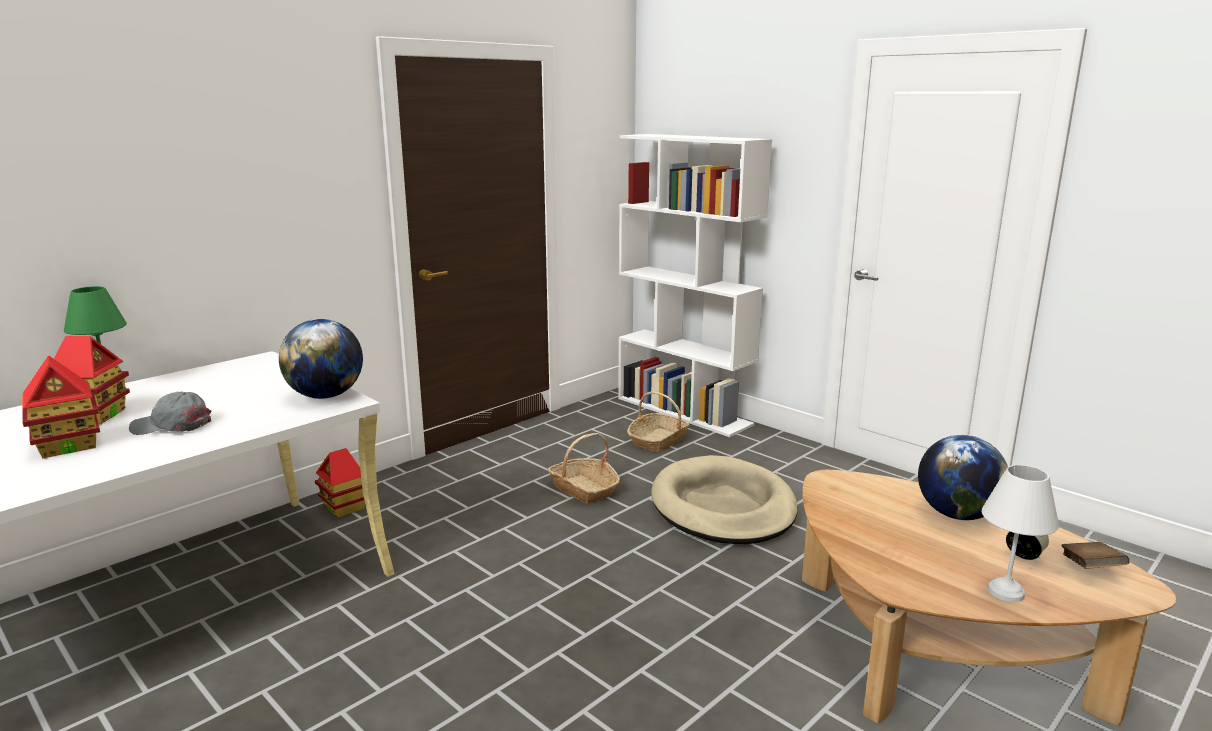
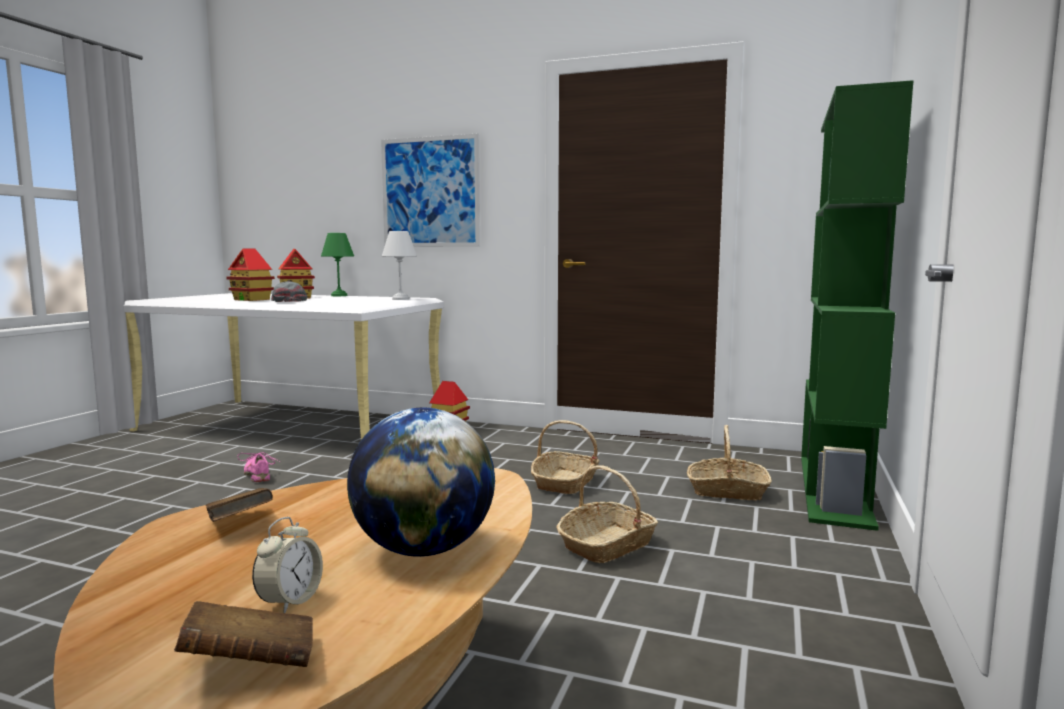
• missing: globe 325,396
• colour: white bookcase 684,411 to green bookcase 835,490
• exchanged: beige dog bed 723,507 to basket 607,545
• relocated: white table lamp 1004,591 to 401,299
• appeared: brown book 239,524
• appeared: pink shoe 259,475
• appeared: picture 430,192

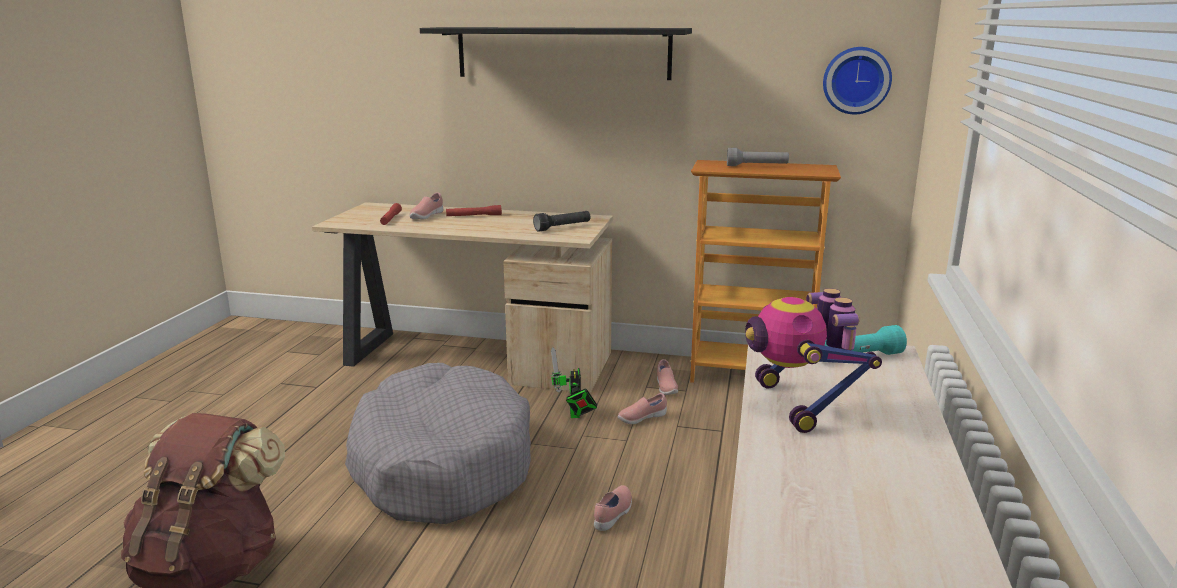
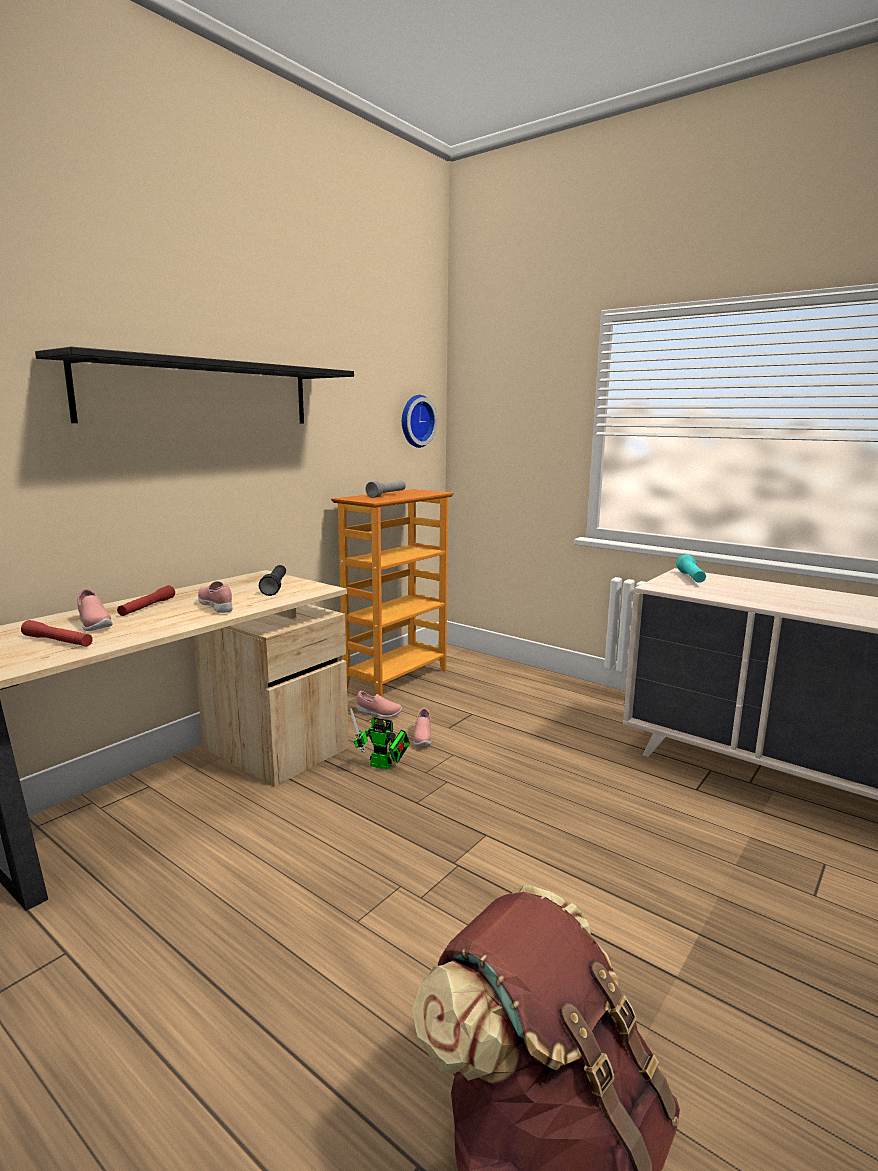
• missing: grey dog bed 441,464
• relocated: pink shoe 613,515 to 217,607
• missing: toy robot 798,405

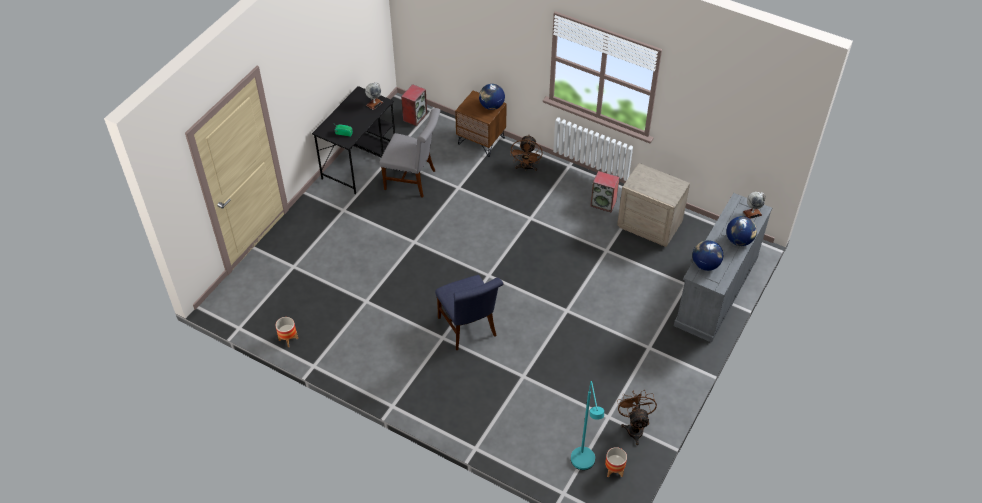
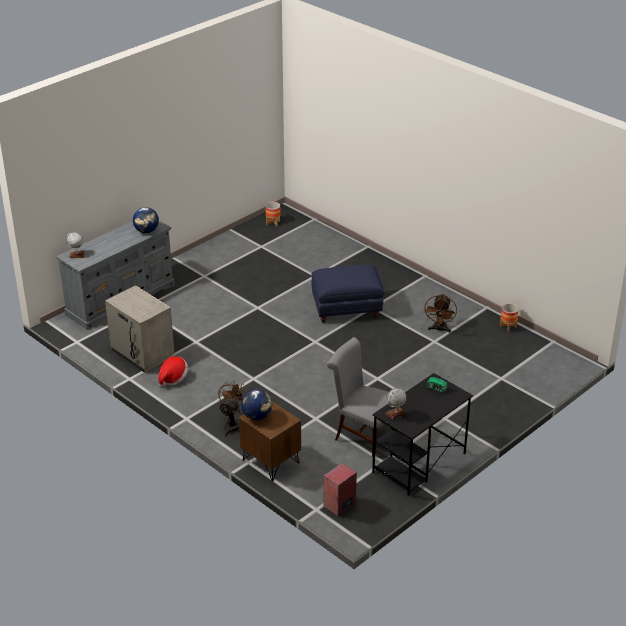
• exchanged: blue chair 469,329 to blue ottoman 347,309
• missing: turquoise floor lamp 584,465
• exchanged: speaker 603,203 to hat 173,378
• relocated: brown fan 634,427 to 439,329
• missing: globe 739,240

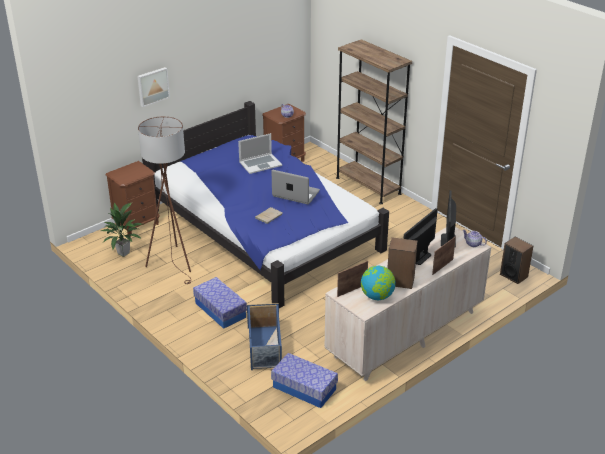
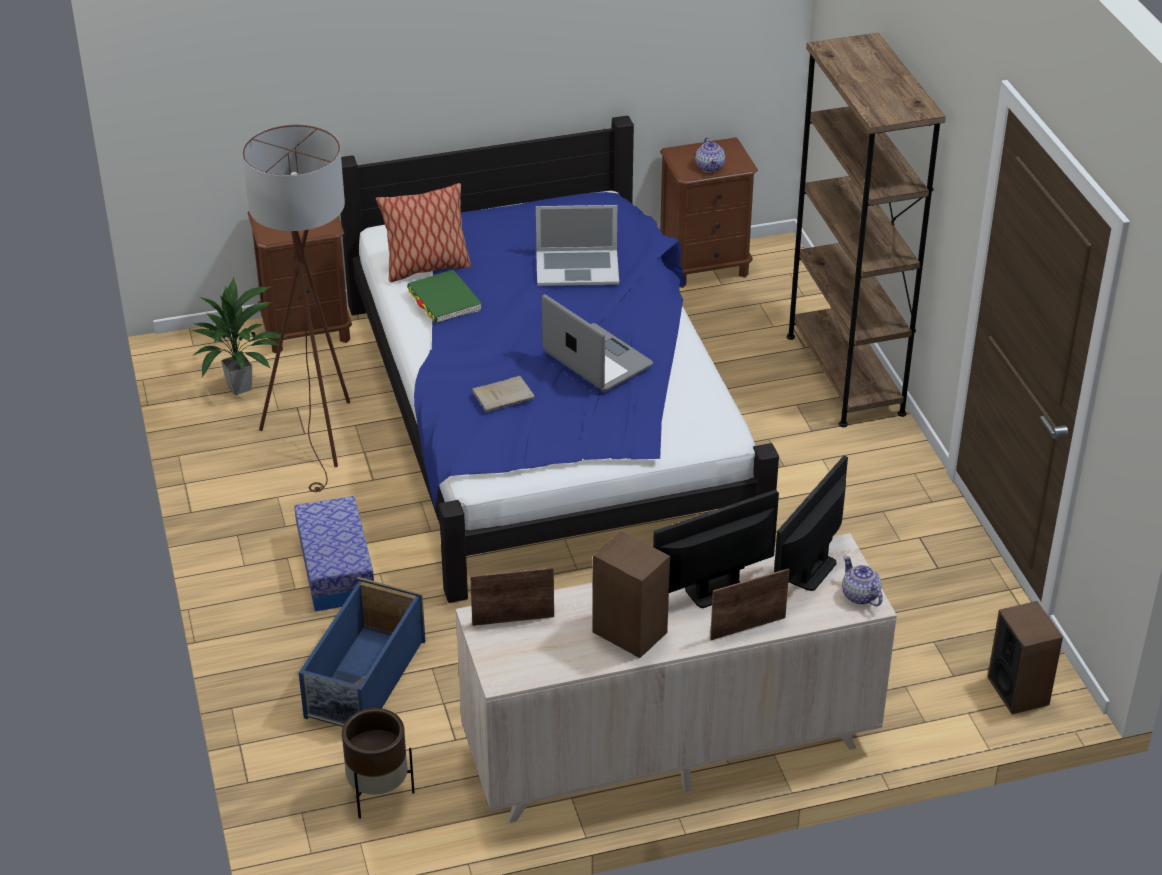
• missing: picture 152,86
• exchanged: storage box 304,388 to brown planter 379,794
• missing: globe 377,296
• appeared: pillow 426,268
• appeared: green book 444,300

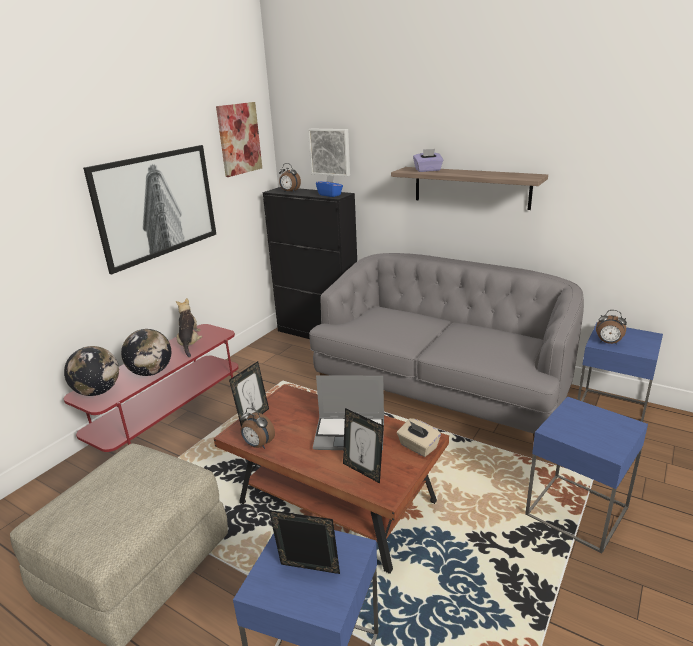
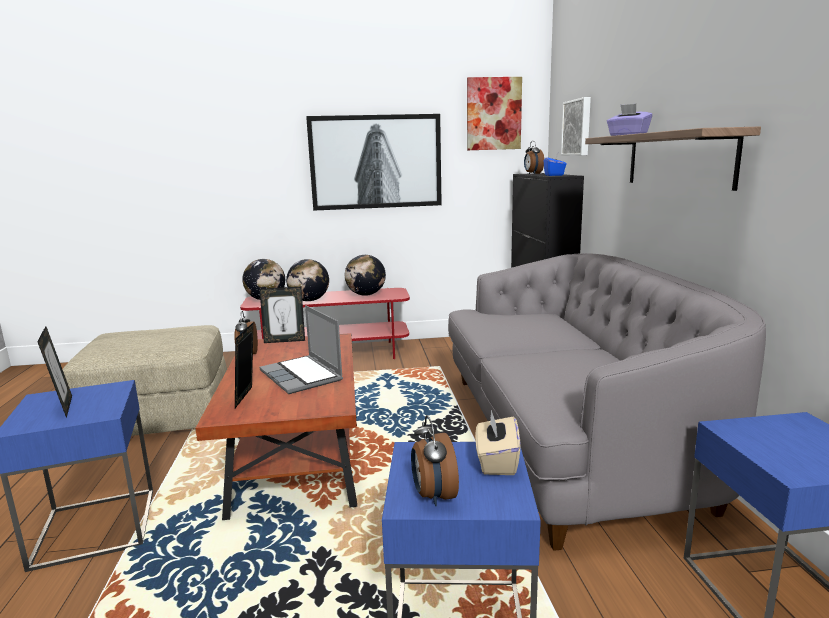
• exchanged: plush toy 190,344 to globe 366,295
• relocated: beige tissue box 418,447 to 496,461
• relocated: alarm clock 608,343 to 433,495

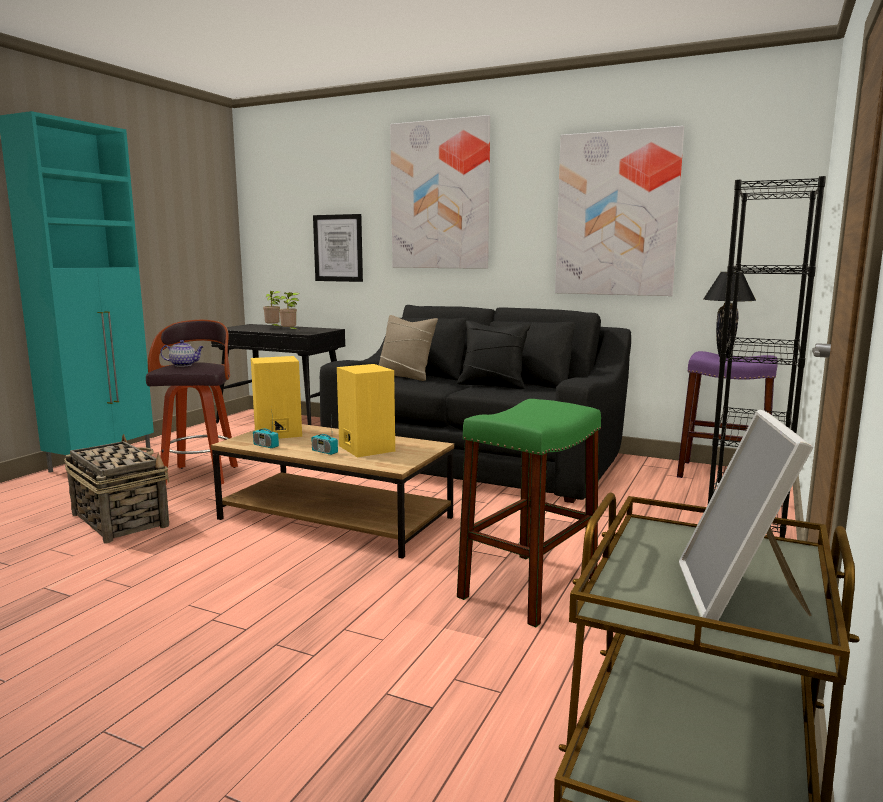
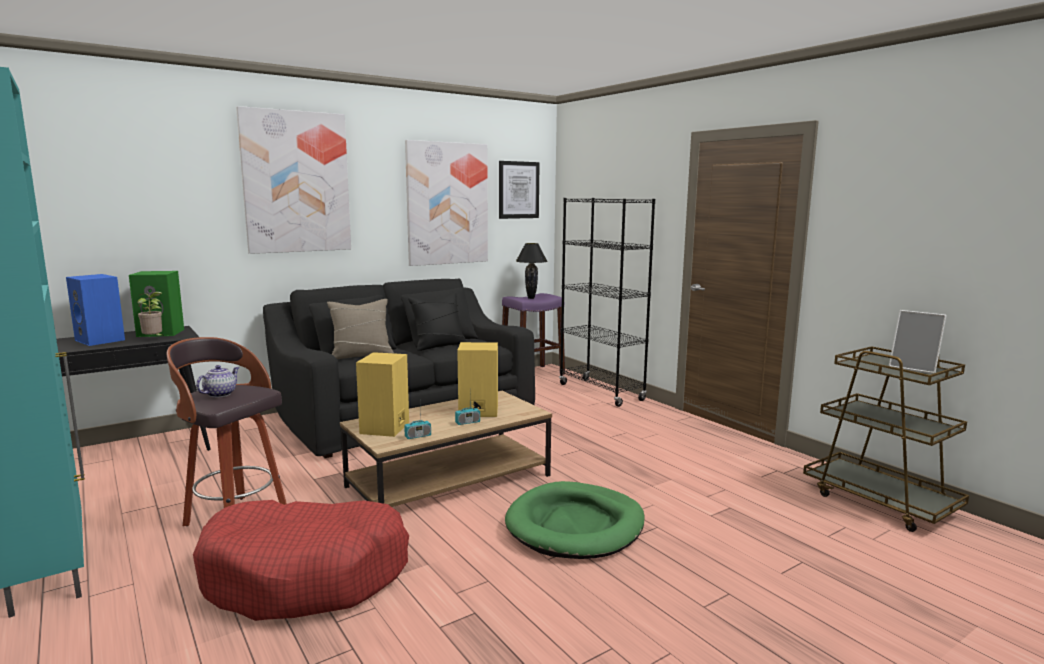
• exchanged: basket 119,520 to red dog bed 306,575
• exchanged: potted plant 273,328 to blue speaker 101,340
• relocated: picture 338,248 to 518,190
• missing: green stool 529,587
• appeared: green speaker 162,333
• appeared: green dog bed 575,525

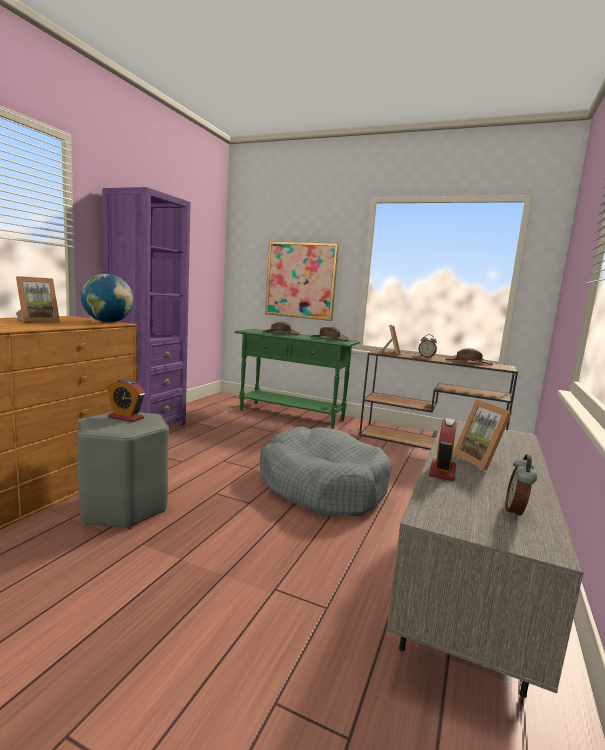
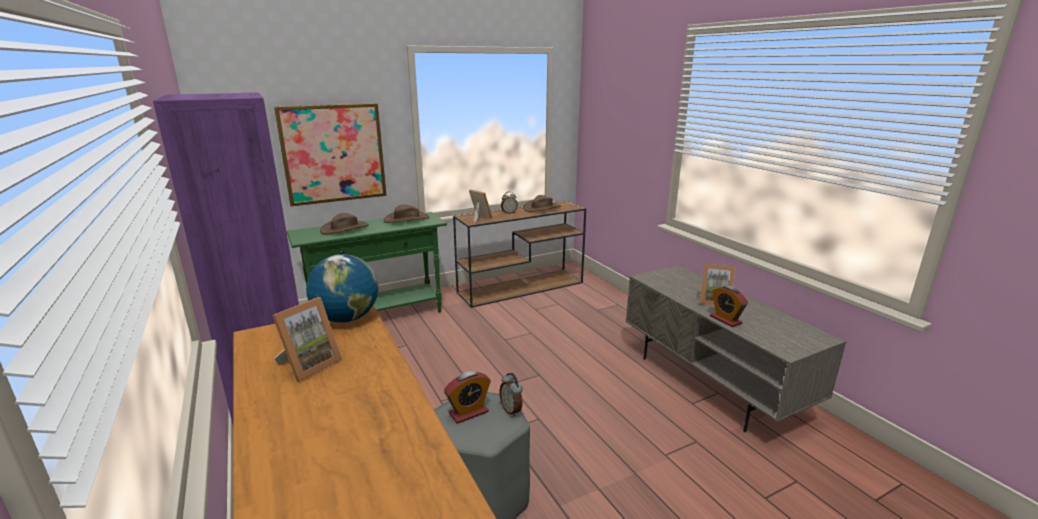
• spun: picture frame 37,321 = 309,365 45 degrees clockwise
• missing: grey dog bed 322,486
• relocated: alarm clock 516,512 to 511,410

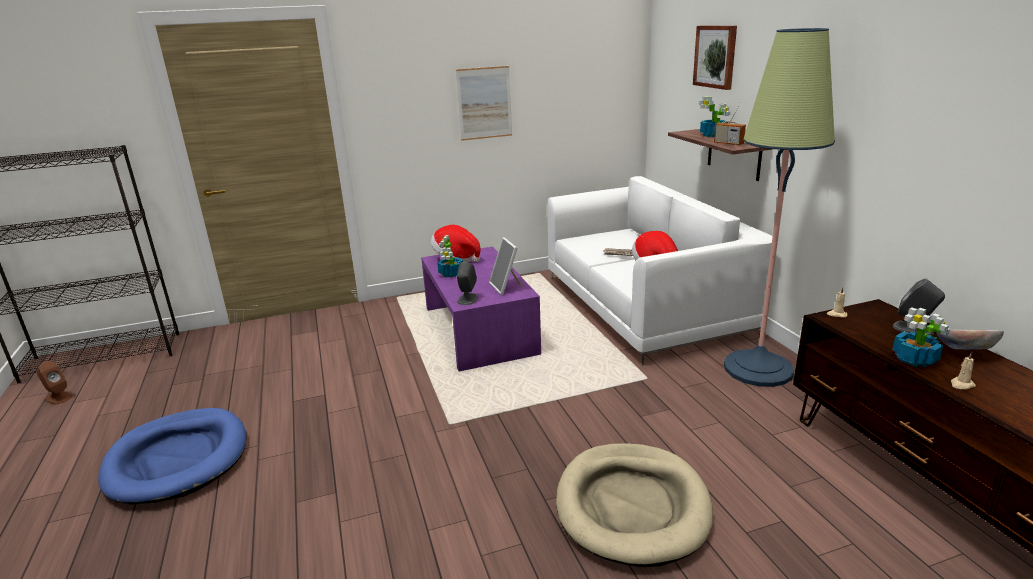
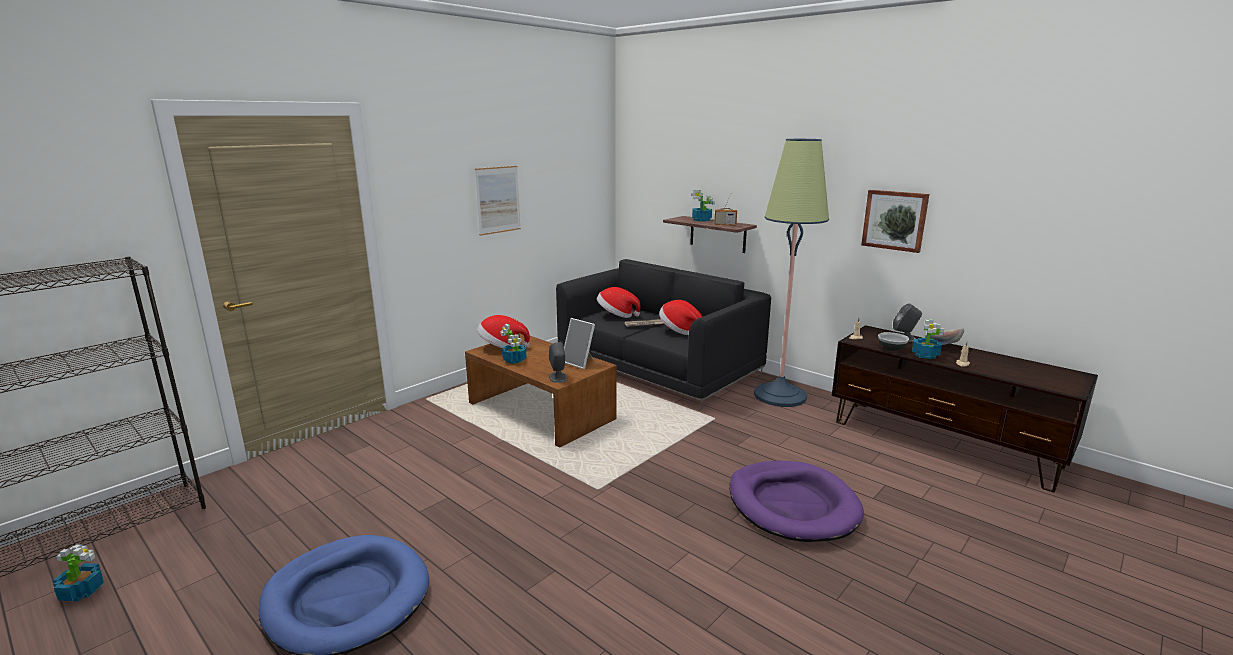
• exchanged: brown speaker 58,397 to potted plant 82,591
• colour: purple coffee table 480,330 to brown coffee table 541,411
• colour: white sofa 645,305 to black sofa 659,367
• colour: beige dog bed 632,506 to purple dog bed 792,505
• relocated: picture 716,56 to 895,220
• appeared: hat 616,315
• appeared: bowl 891,348

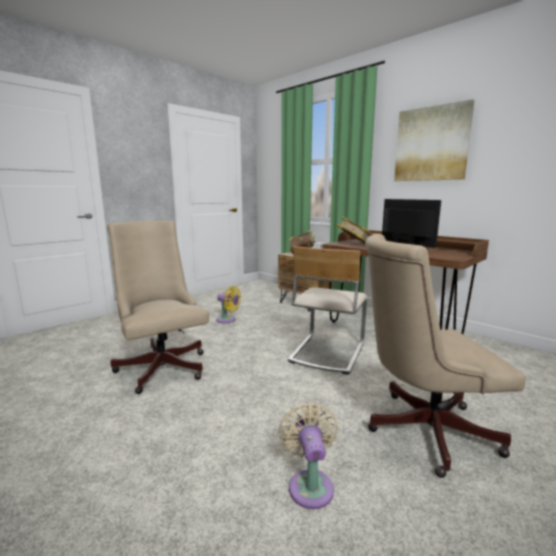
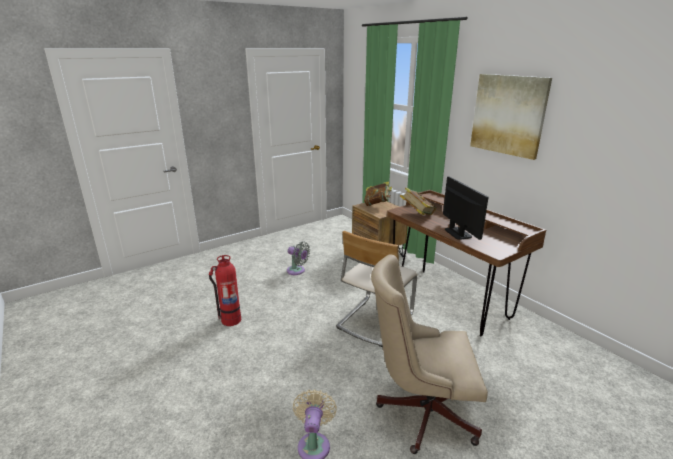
• exchanged: beige office chair 162,365 to fire extinguisher 230,320
• colour: yellow fan 228,320 to grey fan 297,271

